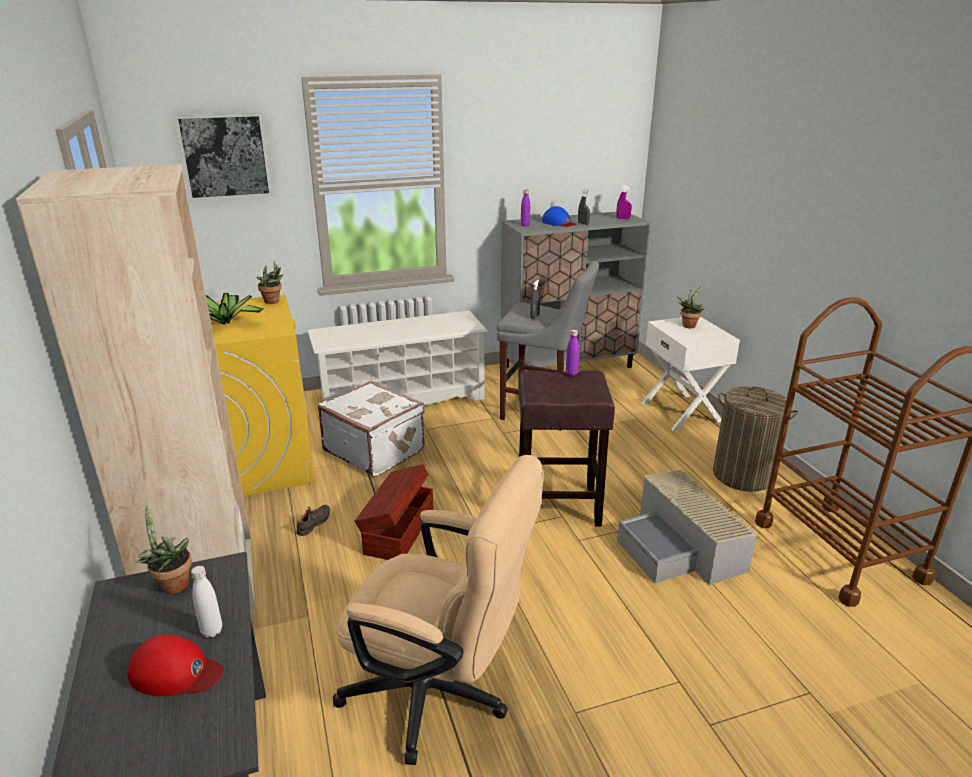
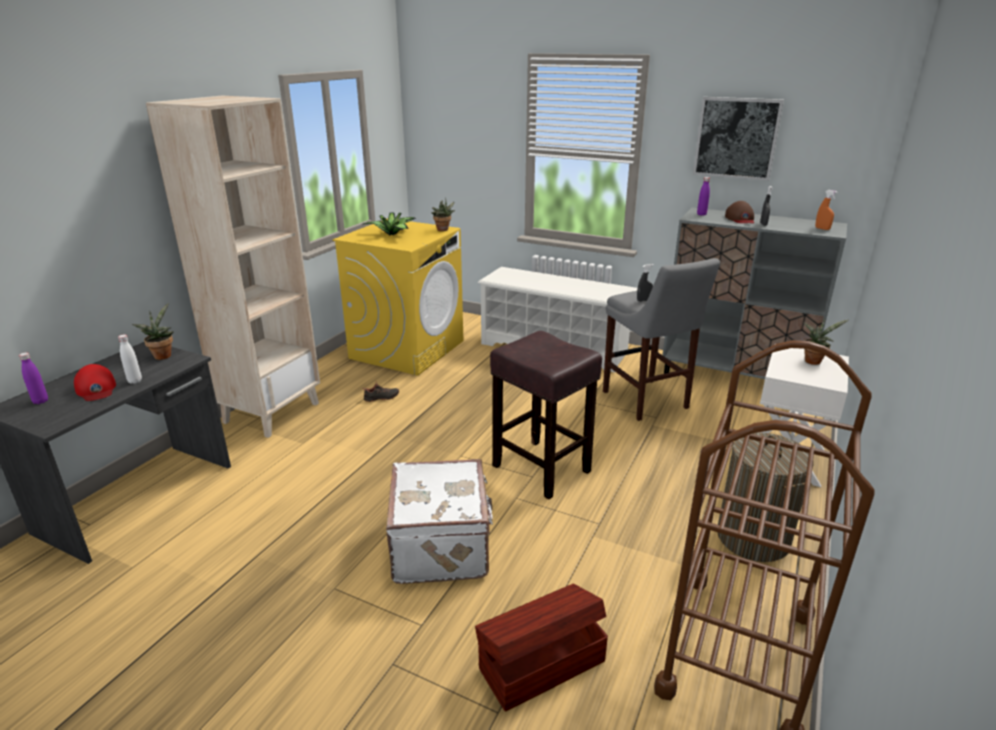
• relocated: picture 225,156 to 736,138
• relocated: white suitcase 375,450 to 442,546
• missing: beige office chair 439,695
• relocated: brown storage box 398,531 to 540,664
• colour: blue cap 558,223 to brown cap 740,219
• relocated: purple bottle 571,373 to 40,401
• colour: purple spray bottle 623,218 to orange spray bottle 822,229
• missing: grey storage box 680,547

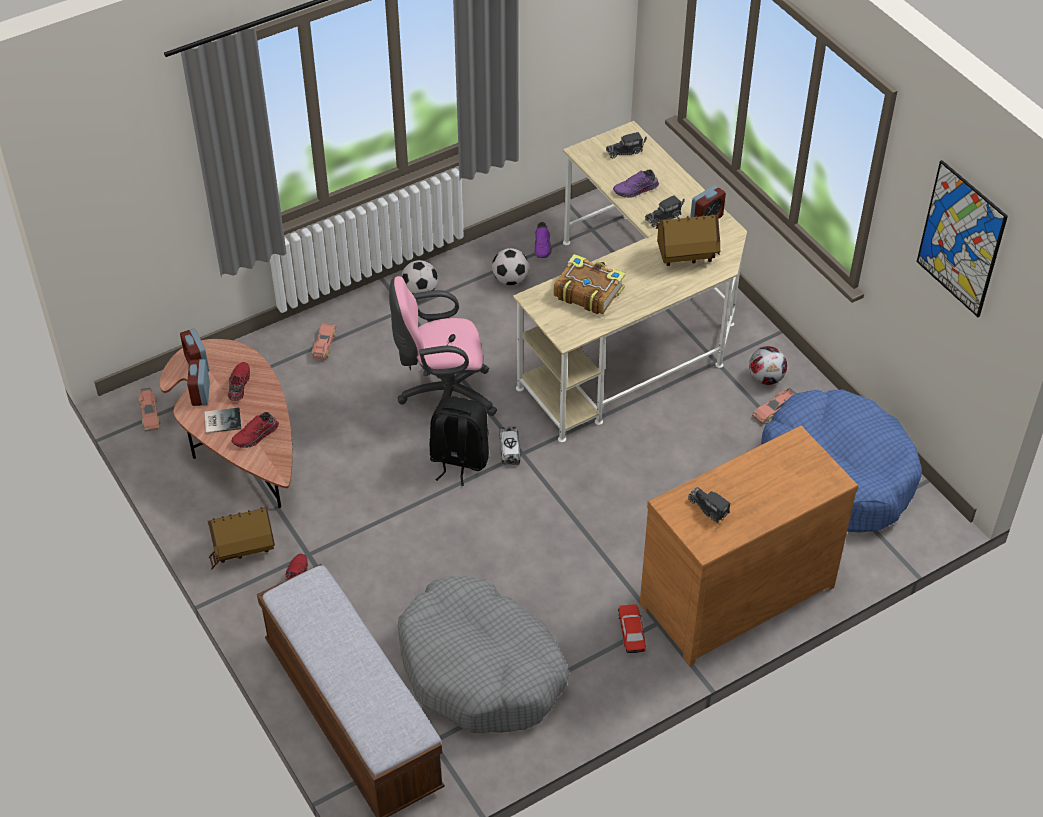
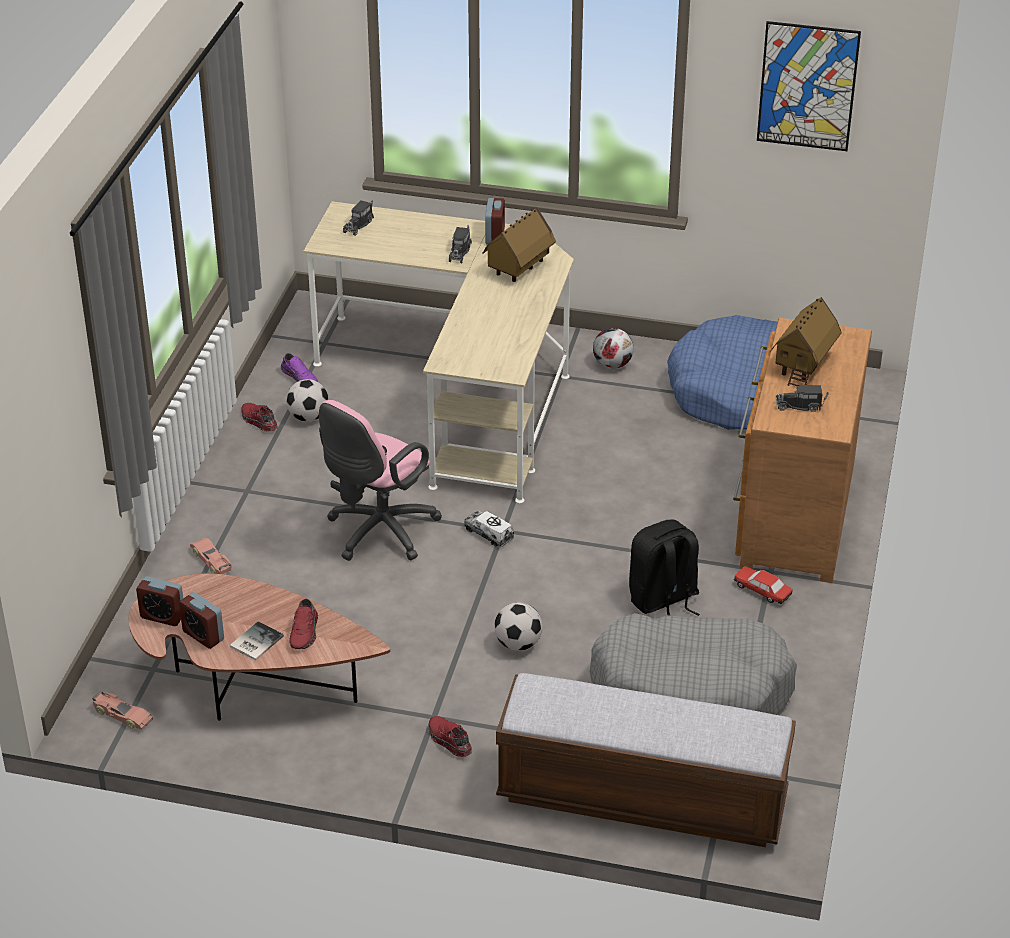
• relocated: toy house 243,550 to 803,365
• relocated: red shoe 238,384 to 258,421
• relocated: football 420,292 to 518,644
• relocated: black backpack 458,460 to 663,601
• missing: book 588,291
• missing: purple shoe 636,190
• missing: toy car 774,409

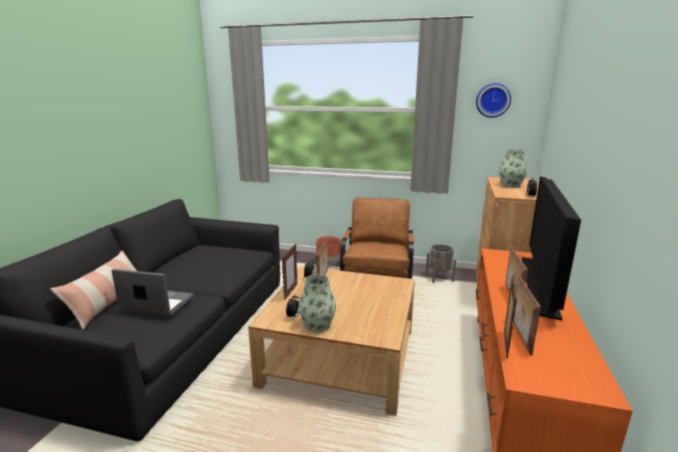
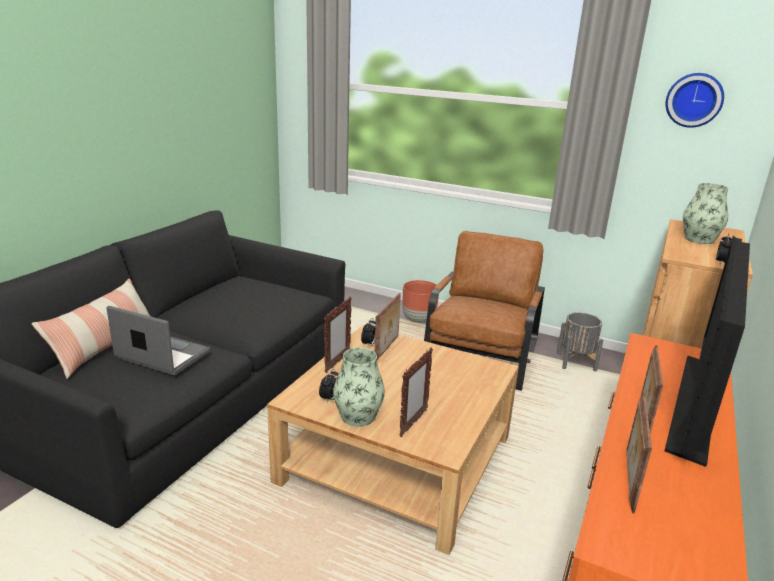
• relocated: picture frame 505,344 to 413,423

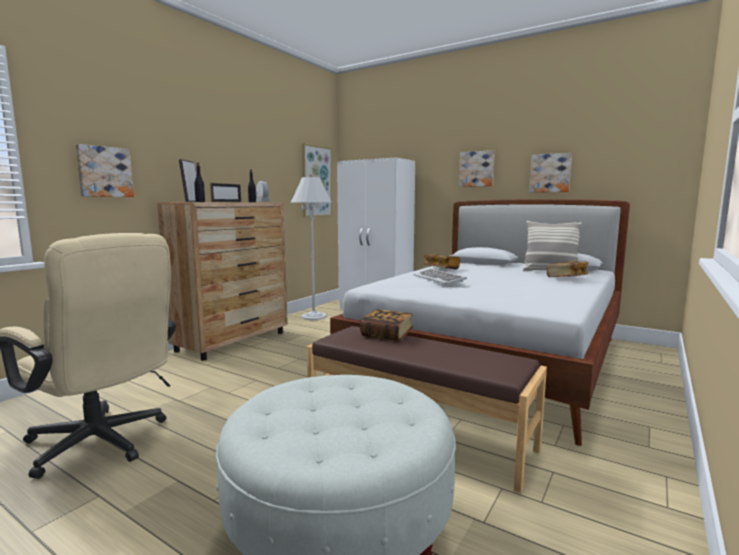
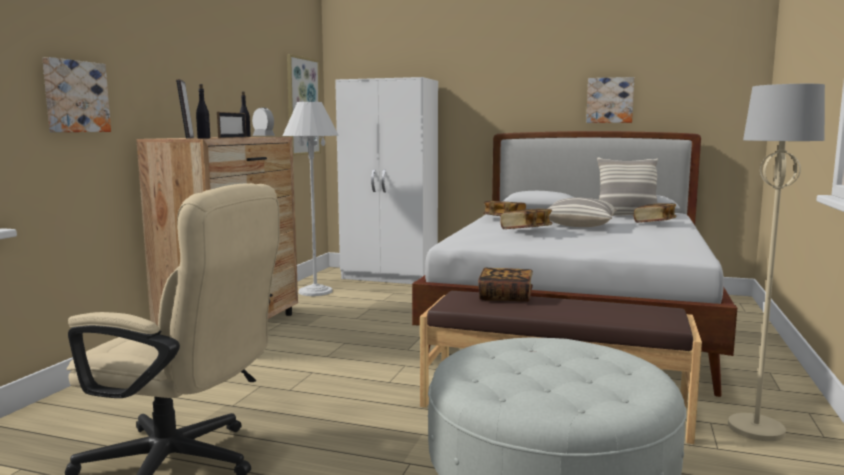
• exchanged: keyboard 439,279 to book 526,230
• missing: picture 477,169
• appeared: pillow 579,225
• appeared: beige floor lamp 756,429

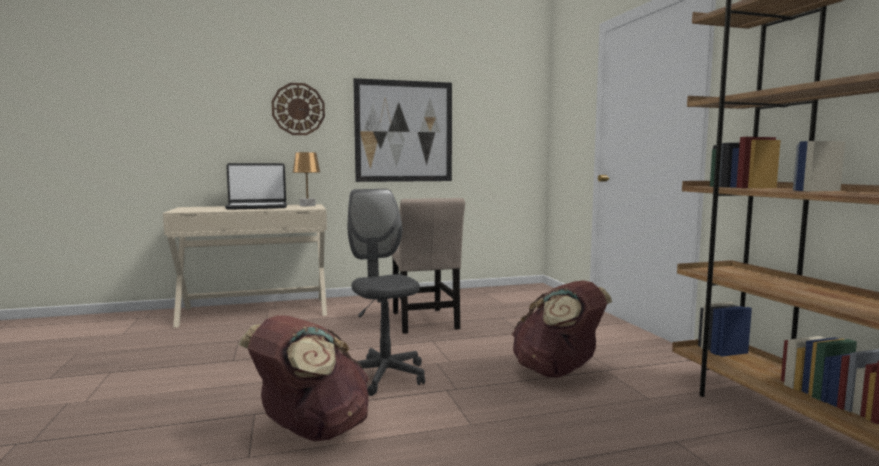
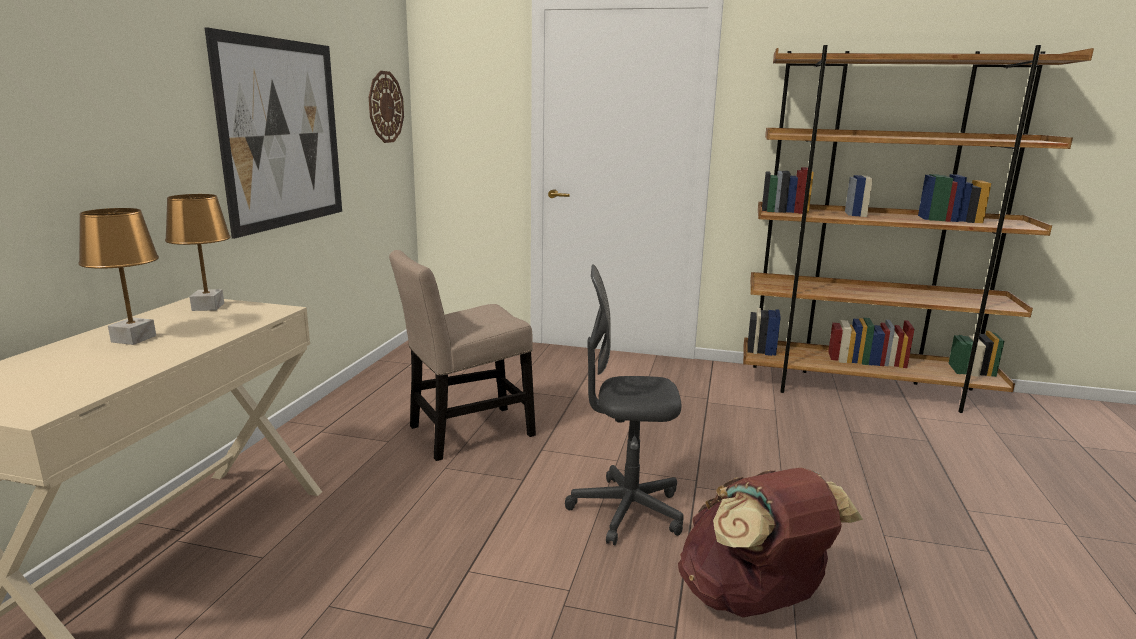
• exchanged: laptop 257,207 to brown table lamp 134,339
• relocated: wall clock 298,109 to 385,107
• spun: beige chair 424,322 = 465,433 135 degrees clockwise
• missing: brown backpack 558,372

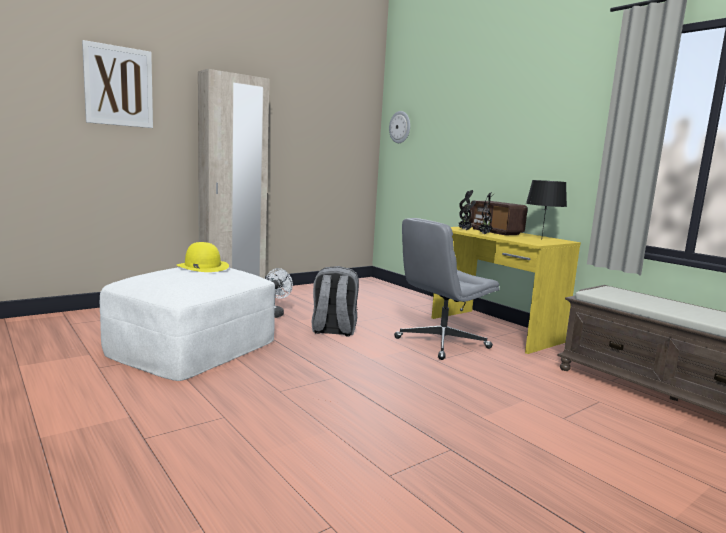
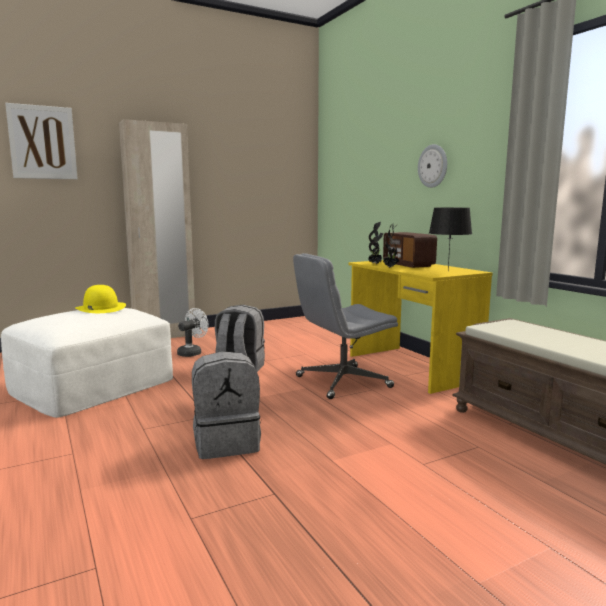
• relocated: wall clock 400,127 to 433,166
• appeared: grey backpack 227,443

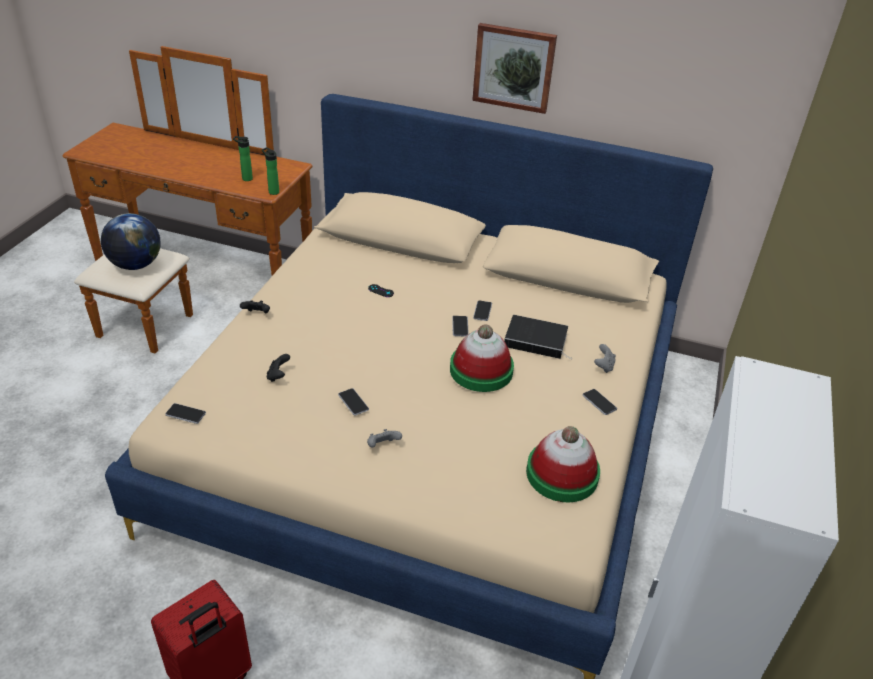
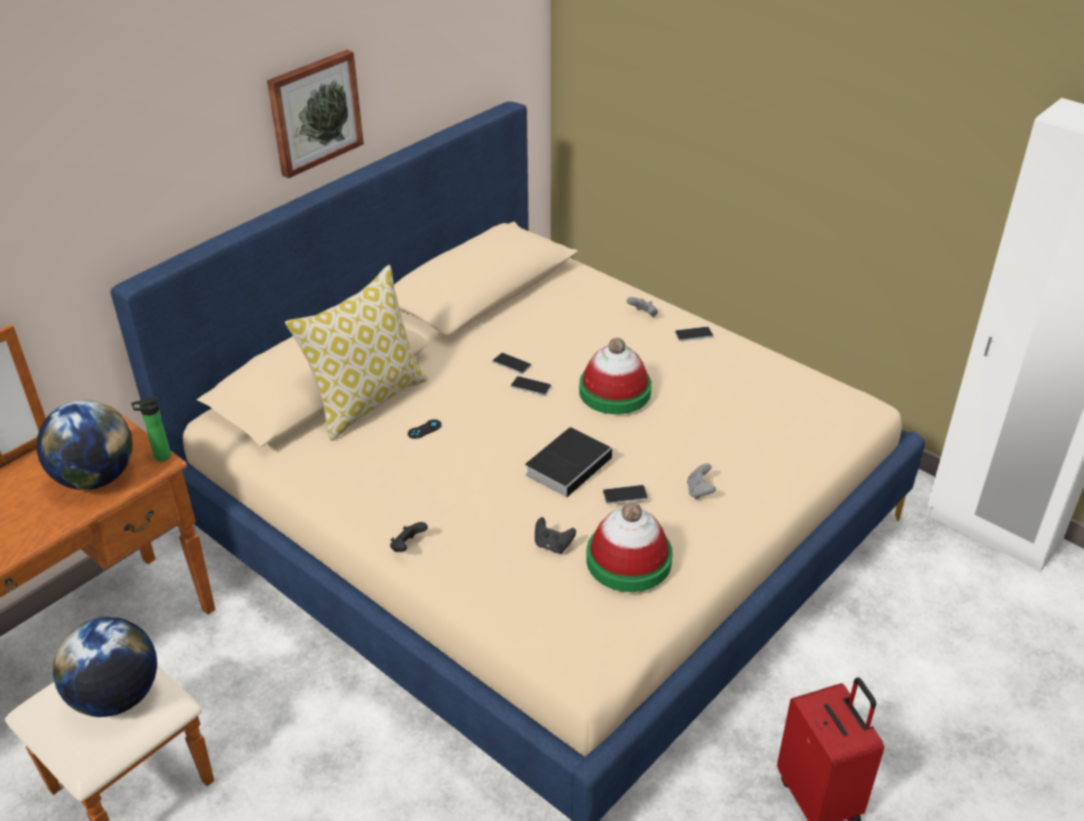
• missing: phone 185,414
• exchanged: bottle 245,178 to globe 95,478
• relocated: book 537,340 to 569,464
• relocated: hat 562,474 to 628,560
• appeared: pillow 367,400

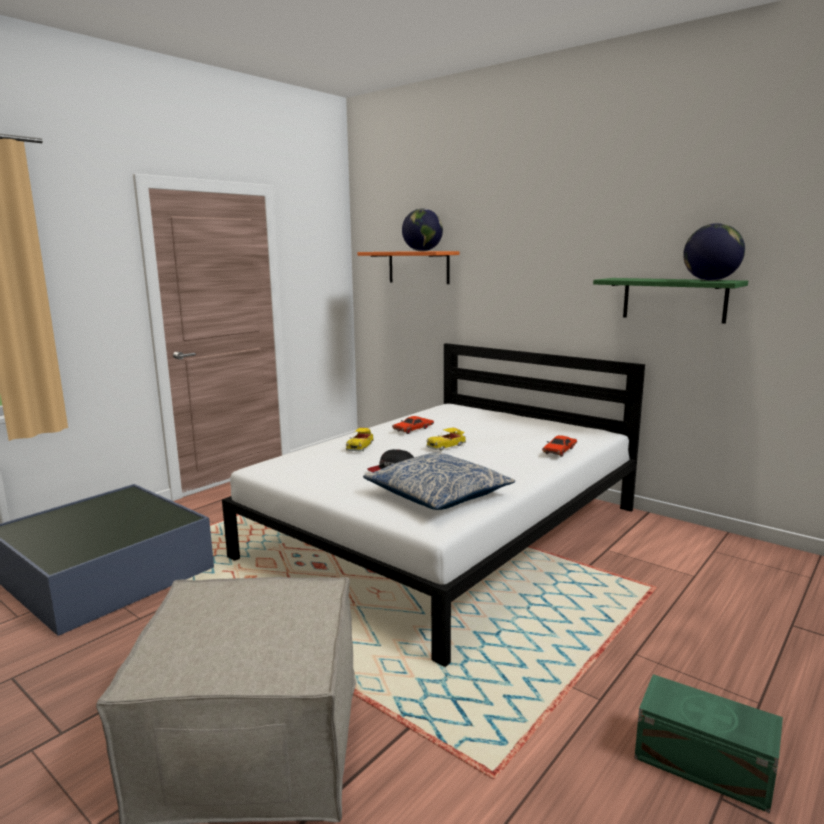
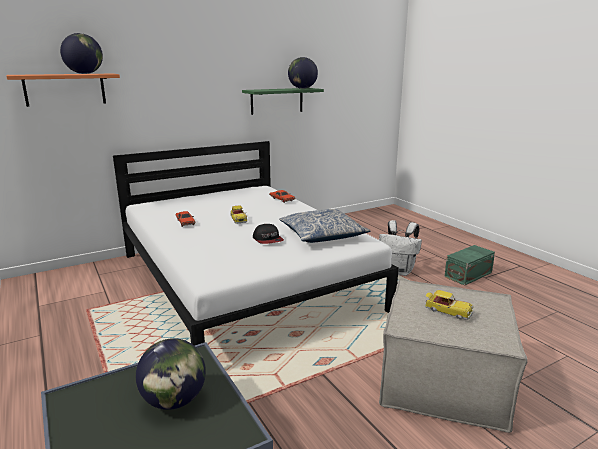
• relocated: toy car 360,446 to 447,311
• appeared: globe 174,401
• appeared: white backpack 398,271

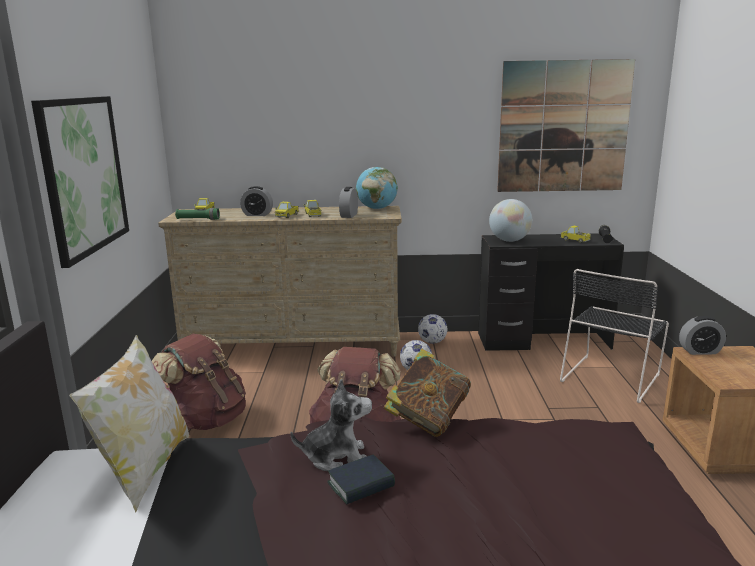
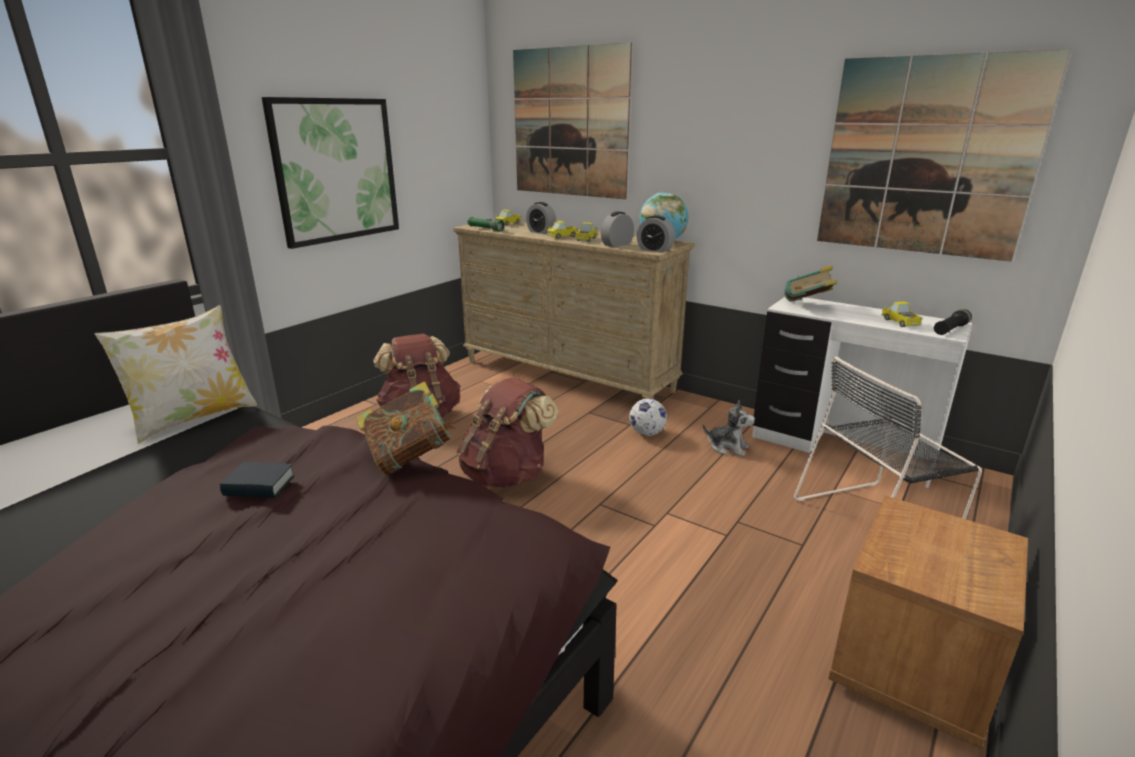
• relocated: plush toy 336,457 to 727,447
• missing: football 432,342
• colour: black desk 543,341 to white desk 841,449
• exchanged: globe 509,241 to book 807,306
• relocated: alarm clock 700,351 to 654,250
• appeared: picture 570,123

